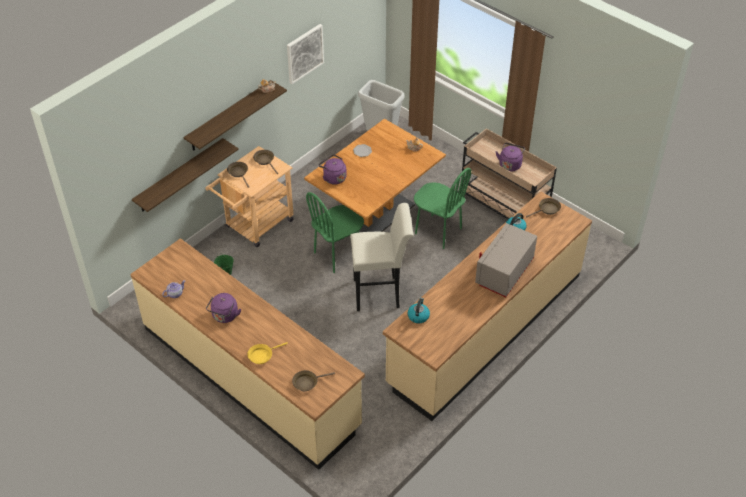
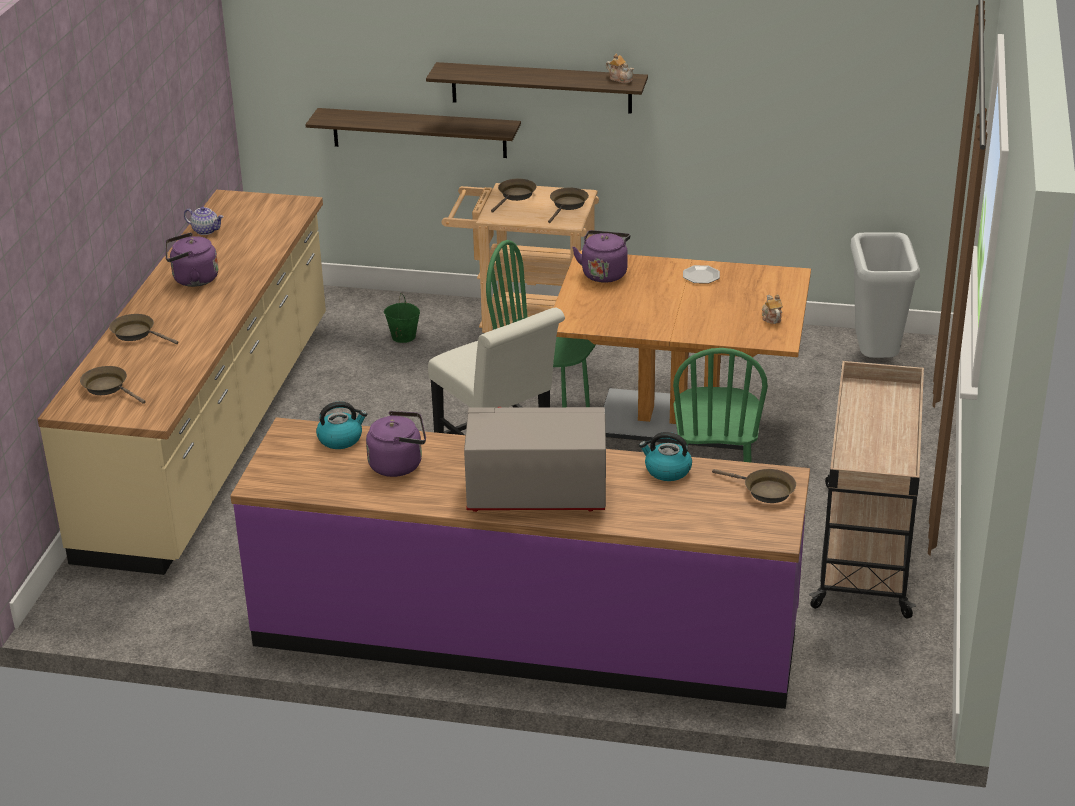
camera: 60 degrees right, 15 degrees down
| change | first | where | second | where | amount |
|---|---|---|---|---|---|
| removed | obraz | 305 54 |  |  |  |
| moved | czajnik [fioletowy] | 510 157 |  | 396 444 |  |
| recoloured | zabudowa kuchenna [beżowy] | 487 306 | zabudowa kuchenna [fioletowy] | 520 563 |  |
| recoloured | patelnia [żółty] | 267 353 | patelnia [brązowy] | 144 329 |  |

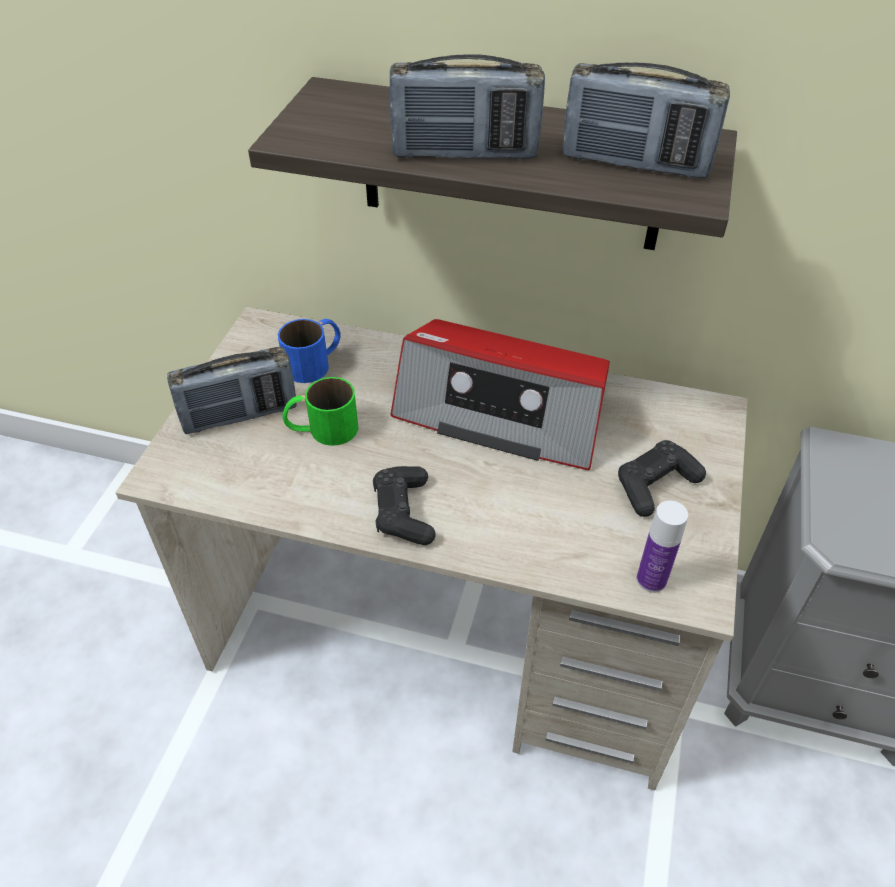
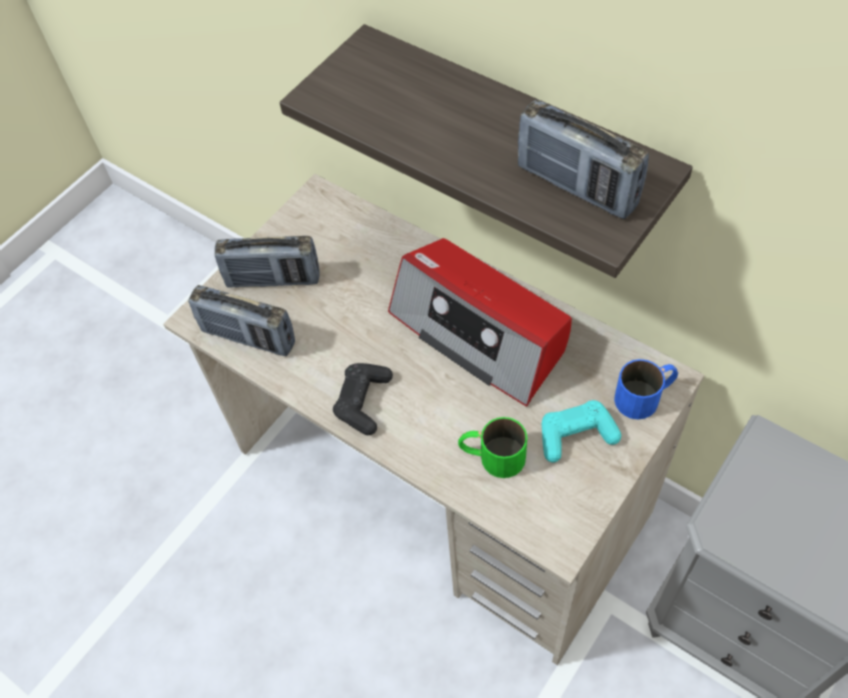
camera: 25 degrees right, 10 degrees up
| change | first | where | second | where | amount |
|---|---|---|---|---|---|
| moved | radio | 467 106 |  | 241 320 |  |
| moved | kubek [niebieski] | 309 351 |  | 646 389 |  |
| moved | kubek [zielony] | 320 411 |  | 492 447 |  |
| recoloured | pad do gier [czarny] | 662 478 | pad do gier [turkusowy] | 581 431 |  |
| removed | butelka | 662 547 |  |  |  |

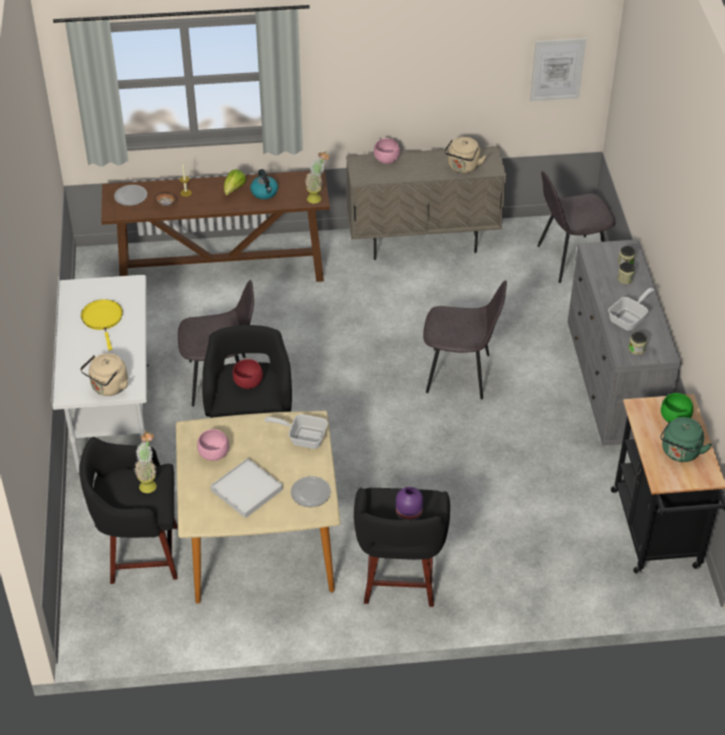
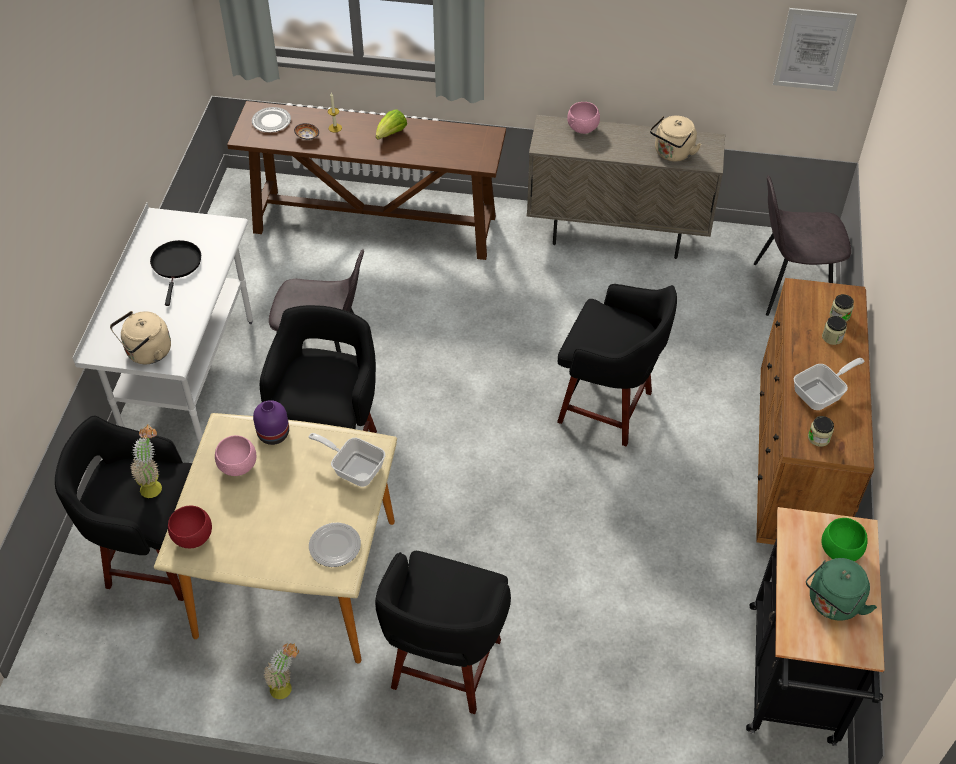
camera: 15 degrees right, 5 degrees up
| change | first | where | second | where | amount |
|---|---|---|---|---|---|
| moved | roślina doniczkowa | 317 177 |  | 281 671 |  |
| removed | czajnik | 264 184 |  |  |  |
| recoloured | komoda [szary] | 624 342 | komoda [brązowy] | 815 411 |  |
| replaced | krzesło [szary] | 465 340 | stołek [czarny] | 617 365 |  |
| recoloured | patelnia [żółty] | 102 324 | patelnia [czarny] | 175 273 |  |
| moved | miska [czerwony] | 248 374 |  | 190 527 |  |
| removed | taca [biały] | 246 488 |  |  |  |
| moved | wazon [fioletowy] | 409 503 |  | 271 422 |  |

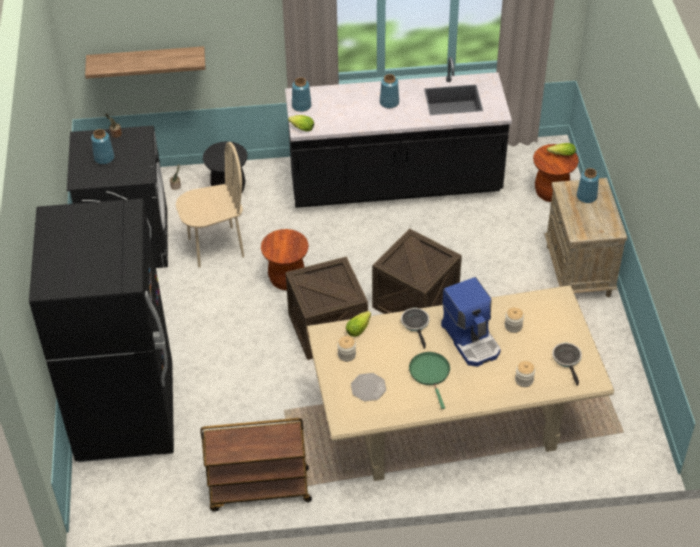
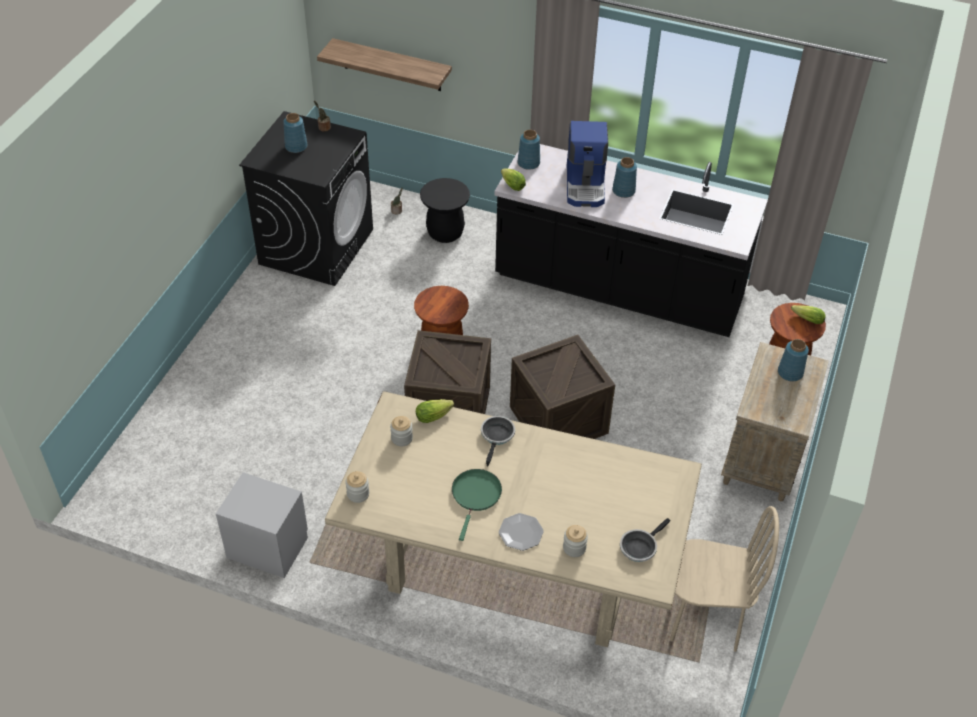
camera: 25 degrees right, 0 degrees up
| change | first | where | second | where | amount |
|---|---|---|---|---|---|
| moved | krzesło [beżowy] | 210 205 |  | 724 579 |  |
| removed | lodówka [czarny] | 101 330 |  |  |  |
| moved | ekspres do kawy | 471 322 |  | 587 164 |  |
| moved | słoik | 514 320 |  | 357 487 |  |
| turned | patelnia | 567 364 |  | 645 540 | 150 degrees counterclockwise |
| moved | talerz | 368 387 |  | 521 532 |  |
| replaced | wózek [brązowy] | 256 465 | szafka nocna [szary] | 262 525 |  |

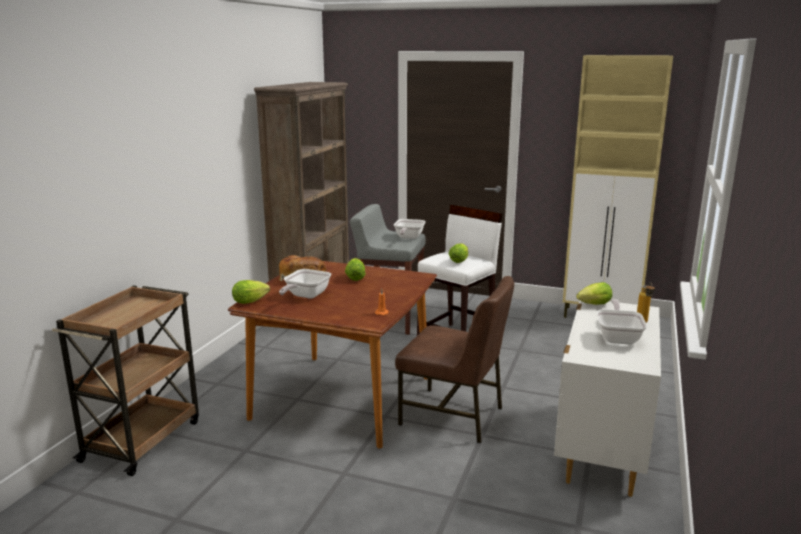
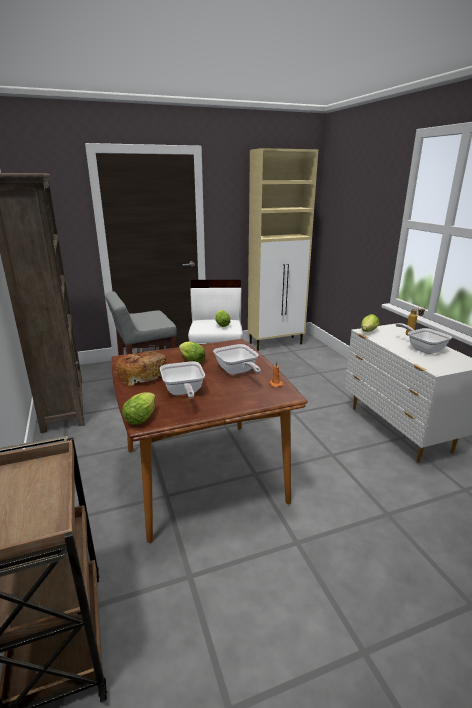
camera: 40 degrees left, 5 degrees up
| change | first | where | second | where | amount |
|---|---|---|---|---|---|
| moved | patelnia | 410 229 |  | 237 359 |  |
| removed | krzesło [brązowy] | 454 359 |  |  |  |

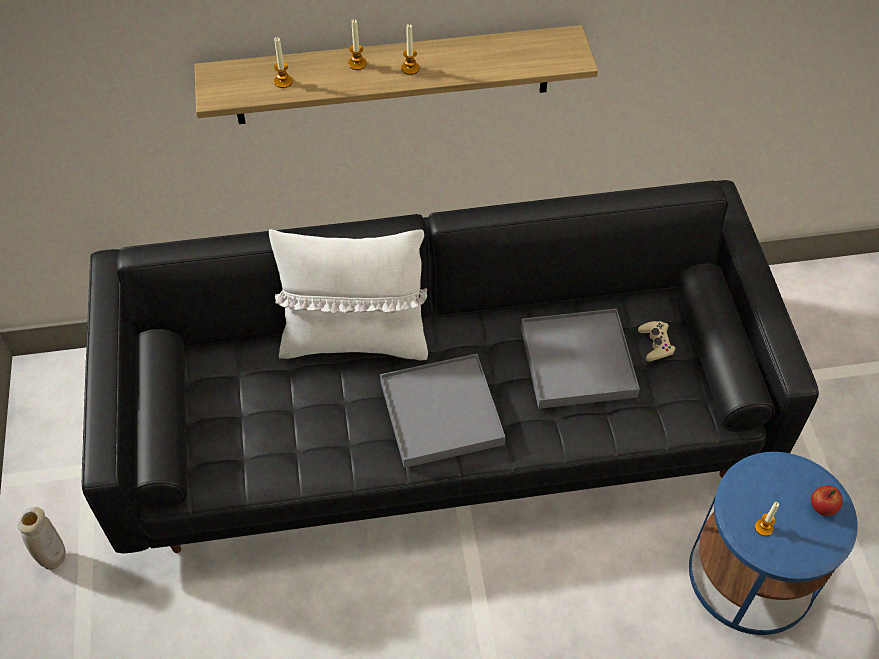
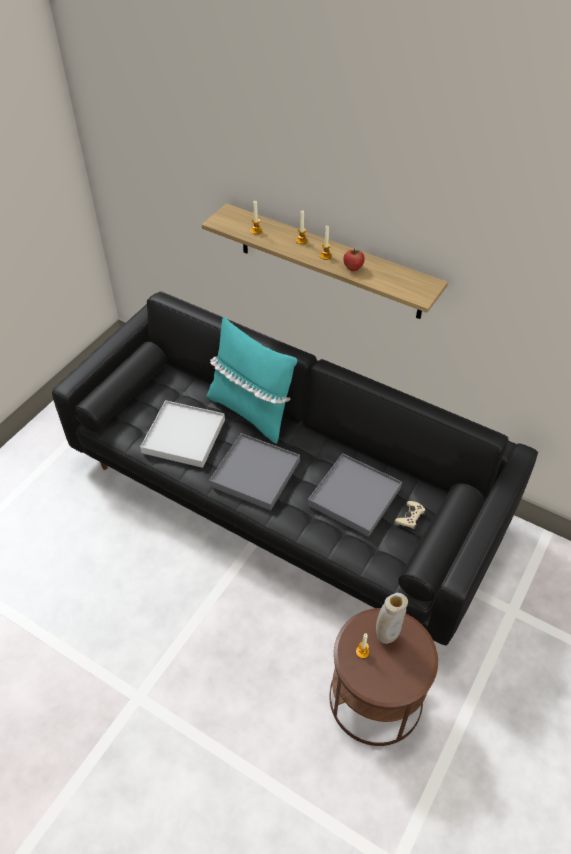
camera: 40 degrees right, 5 degrees down
| change | first | where | second | where | amount |
|---|---|---|---|---|---|
| recoloured | poduszka [biały] | 348 295 | poduszka [turkusowy] | 251 380 |  |
| recoloured | stolik [niebieski] | 773 543 | stolik [brązowy] | 384 677 |  |
| moved | jabłko | 827 500 |  | 354 260 |  |
| moved | wazon [beżowy] | 41 538 |  | 392 618 |  |
| added |  |  | taca [biały] | 182 434 |  |

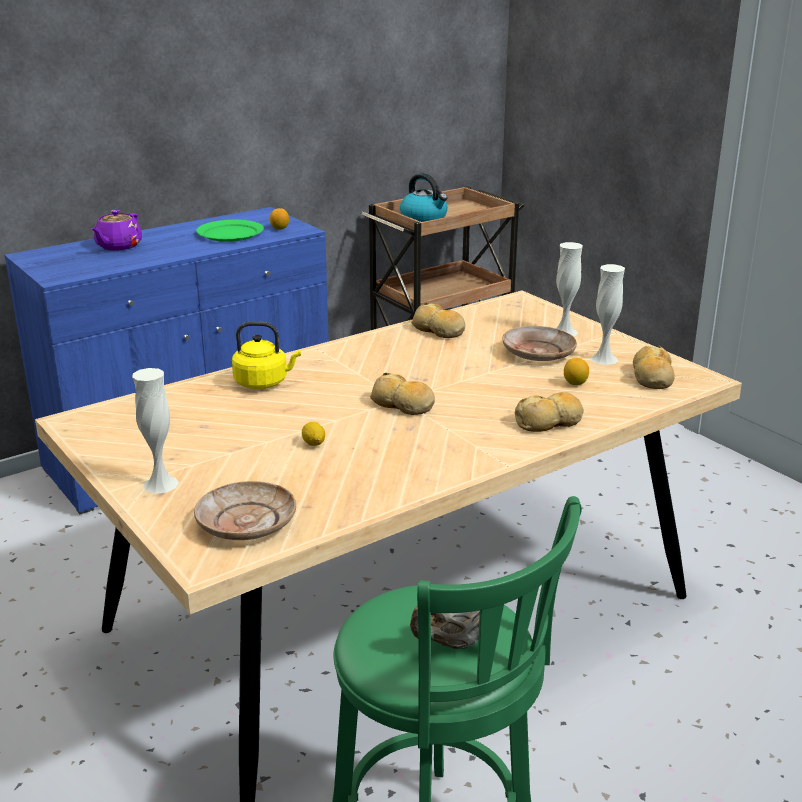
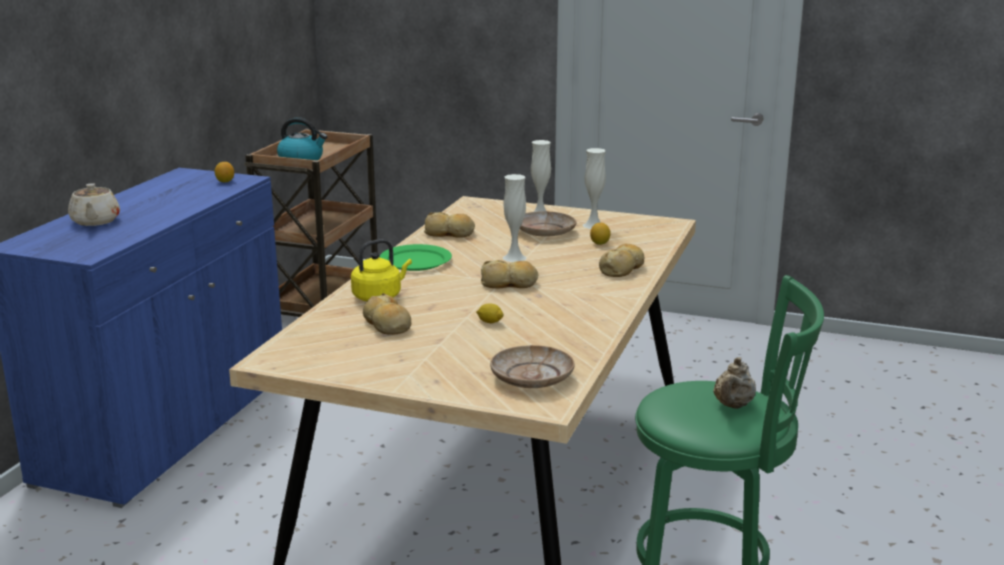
camera: 35 degrees left, 5 degrees down
| change | first | where | second | where | amount |
|---|---|---|---|---|---|
| recoloured | imbryk [fioletowy] | 116 230 | imbryk [beżowy] | 94 204 |  |
| moved | talerz [zielony] | 230 231 |  | 416 257 |  |
| moved | chleb | 654 367 |  | 387 314 |  |
| moved | wazon [biały] | 155 431 |  | 515 218 |  |

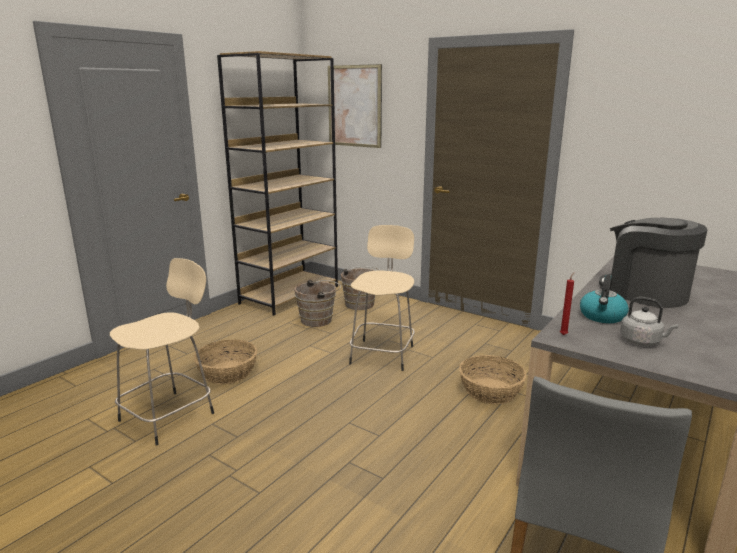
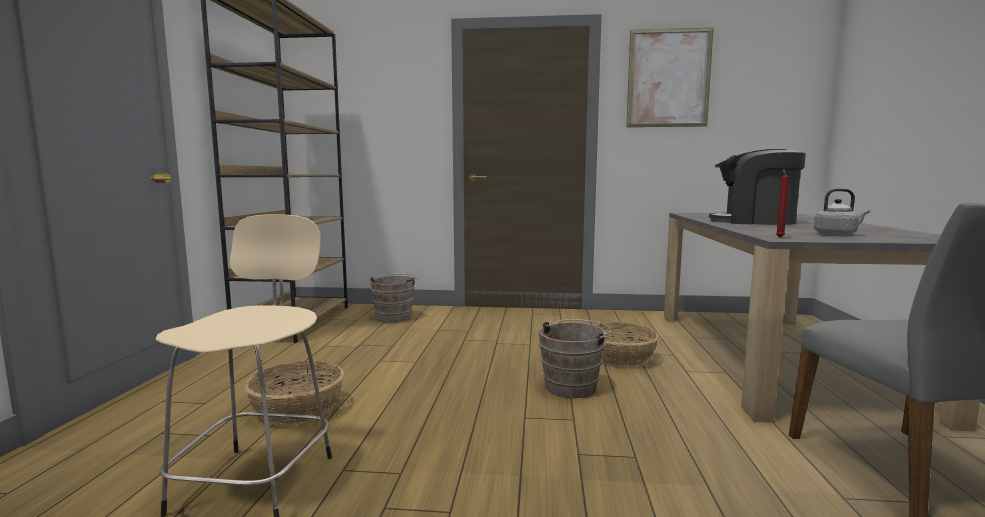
camera: 30 degrees left, 10 degrees down
| change | first | where | second | where | amount |
|---|---|---|---|---|---|
| moved | obraz | 355 106 |  | 670 77 |  |
| removed | stołek [beżowy] | 382 298 |  |  |  |
| removed | czajnik | 604 299 |  |  |  |
| moved | wiadro [brązowy] | 317 303 |  | 575 358 |  |

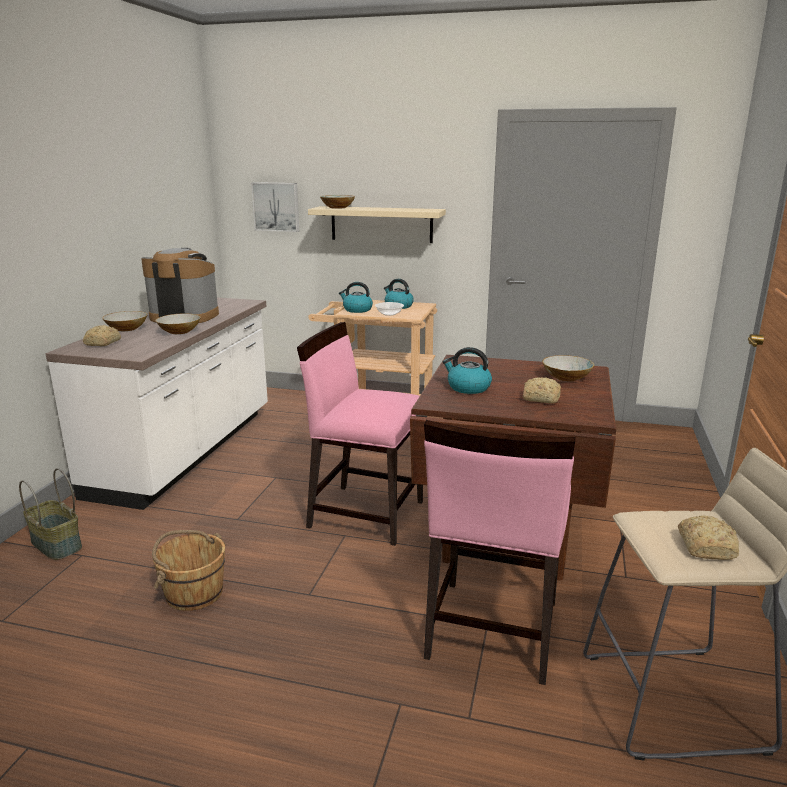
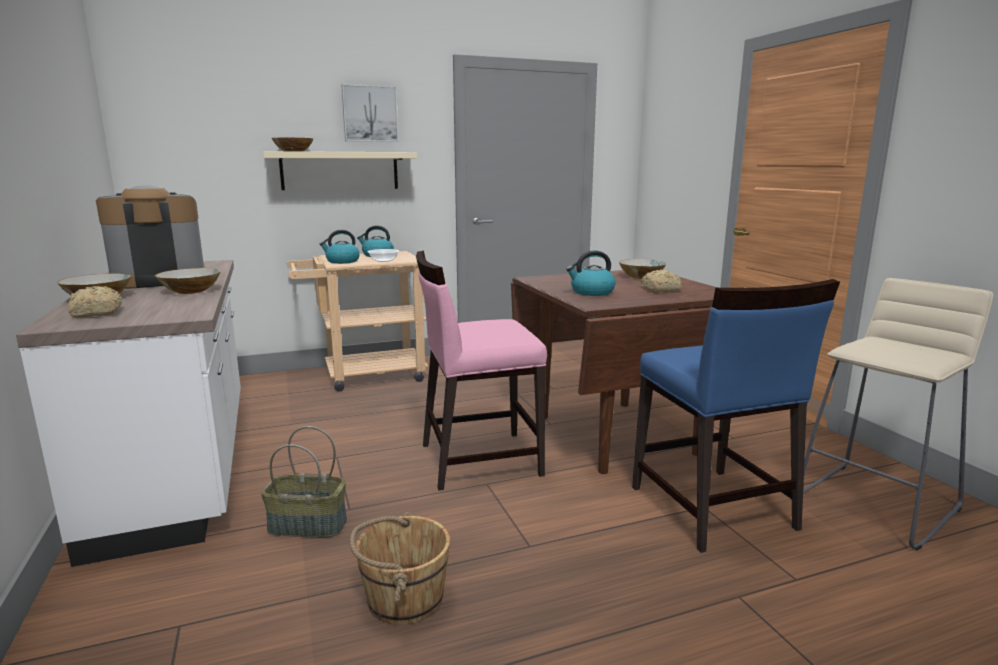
camera: 35 degrees left, 5 degrees down
| change | first | where | second | where | amount |
|---|---|---|---|---|---|
| moved | obraz | 275 207 |  | 370 113 |  |
| recoloured | krzesło [różowy] | 499 552 | krzesło [niebieski] | 736 416 |  |
| moved | koszyk | 50 514 |  | 304 482 |  |
| removed | chleb | 708 537 |  |  |  |

